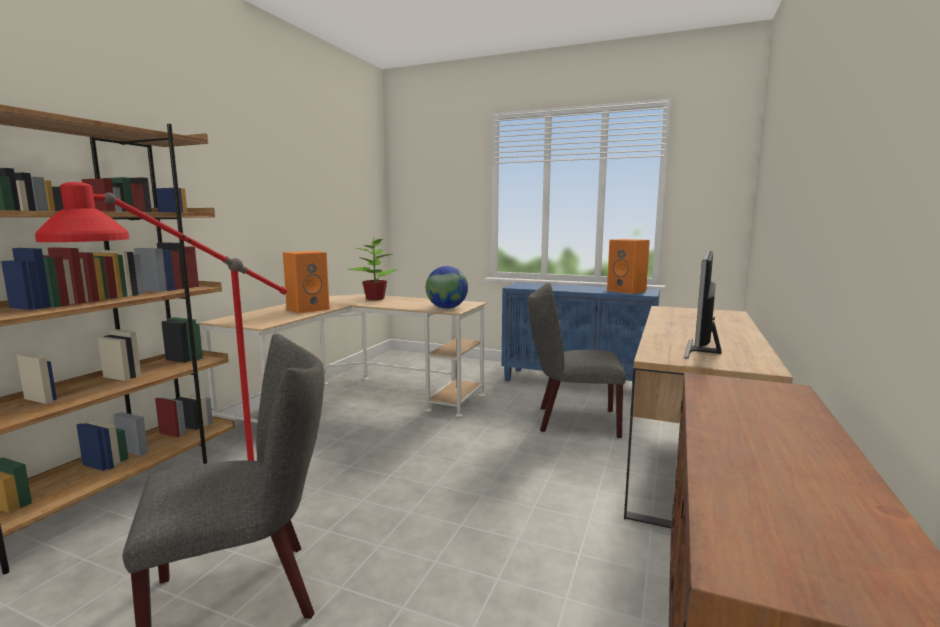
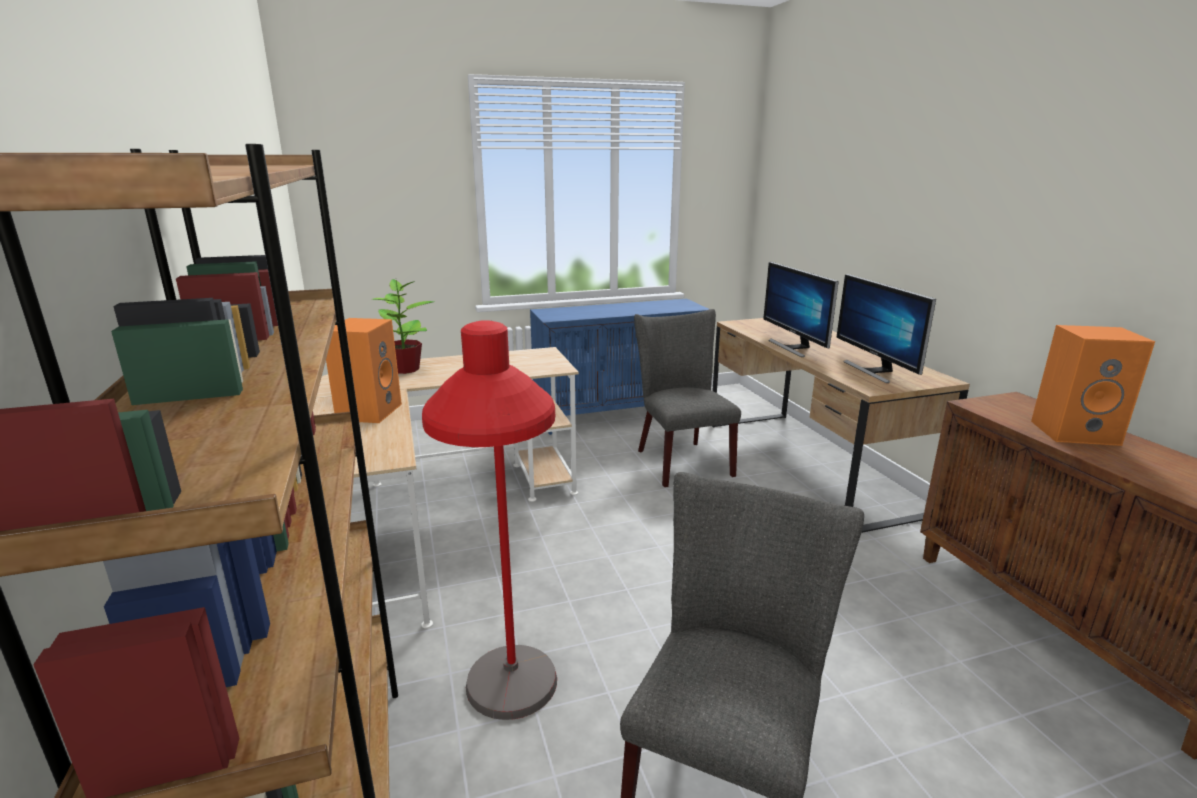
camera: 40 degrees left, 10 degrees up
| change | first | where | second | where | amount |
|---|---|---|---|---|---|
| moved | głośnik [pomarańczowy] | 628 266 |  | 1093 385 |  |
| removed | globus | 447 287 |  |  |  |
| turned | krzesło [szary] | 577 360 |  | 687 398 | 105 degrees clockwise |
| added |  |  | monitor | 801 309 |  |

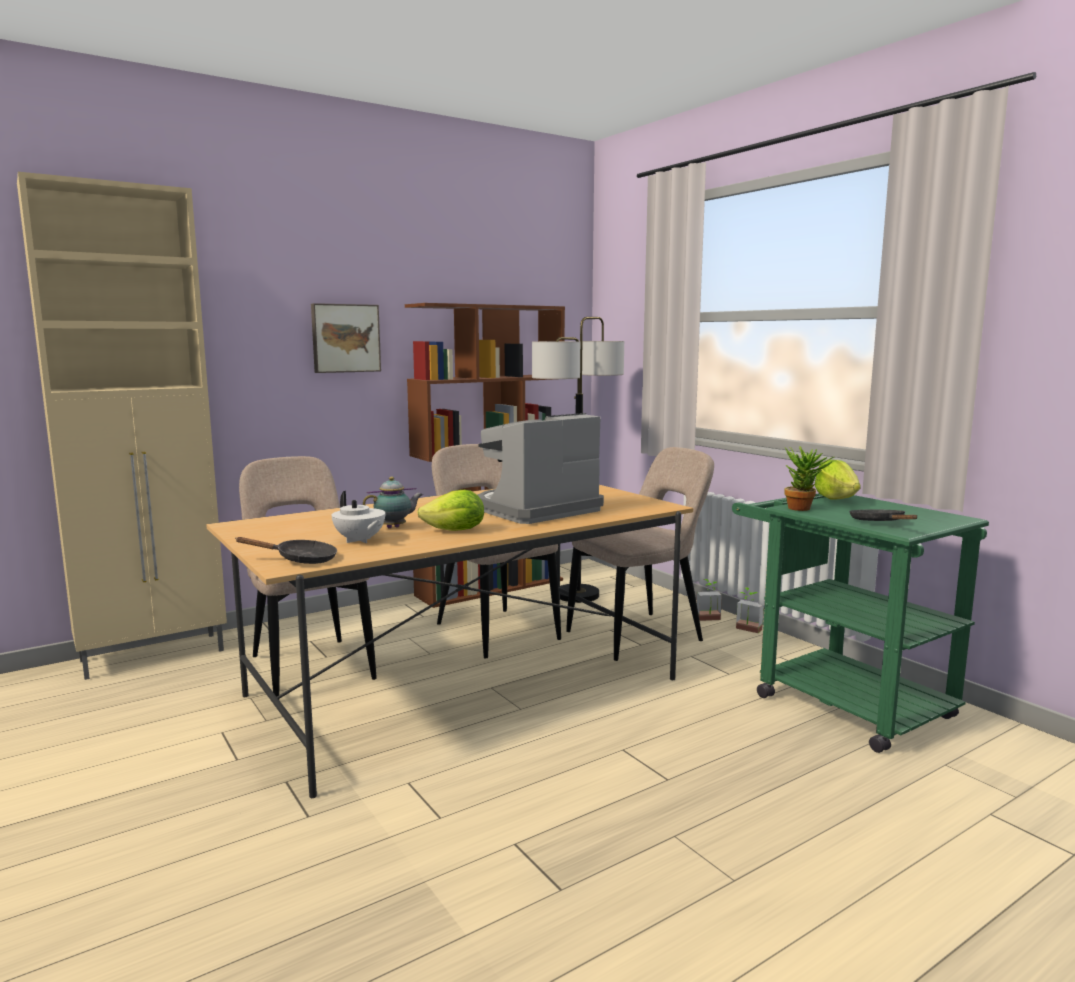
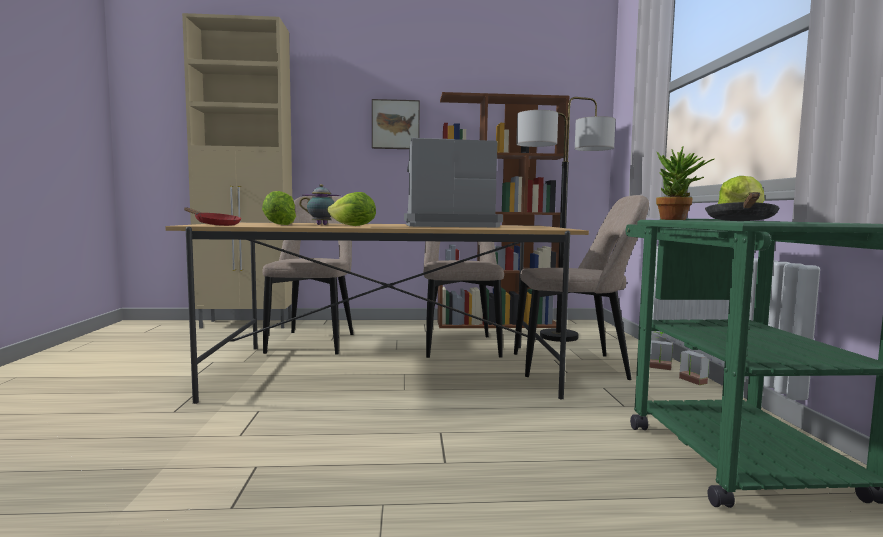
camera: 30 degrees right, 5 degrees down
| change | first | where | second | where | amount |
|---|---|---|---|---|---|
| replaced | imbryk [biały] | 358 517 | sałata | 279 208 |  |
| recoloured | patelnia [czarny] | 286 550 | patelnia [czerwony] | 212 216 |  |

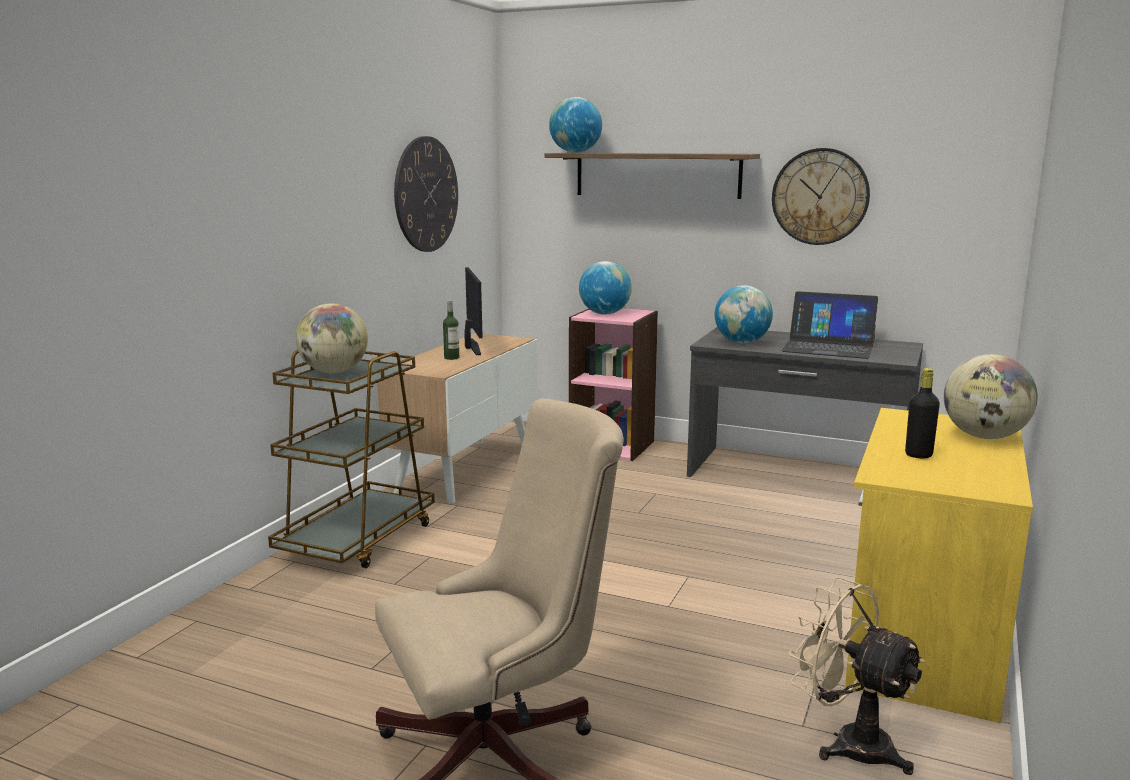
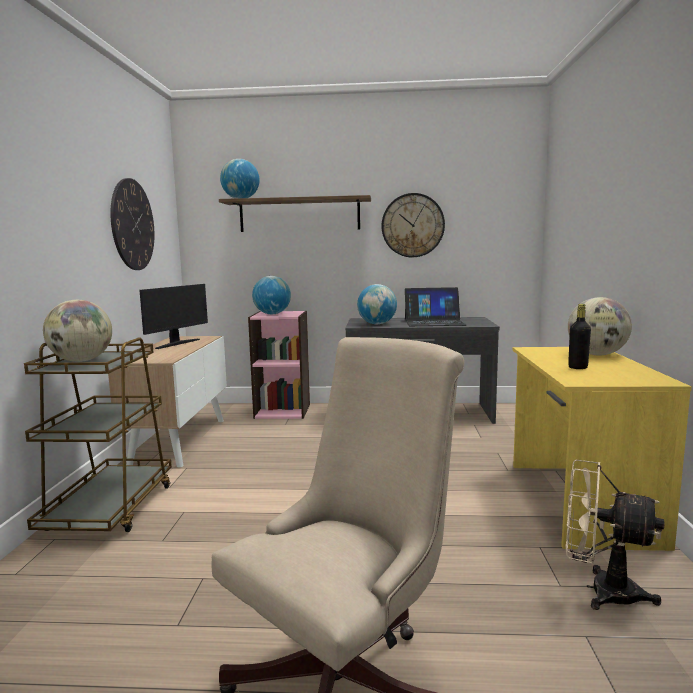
camera: 20 degrees left, 5 degrees down
| change | first | where | second | where | amount |
|---|---|---|---|---|---|
| turned | monitor | 473 311 |  | 174 316 | 60 degrees clockwise |
| removed | butelka | 451 330 |  |  |  |

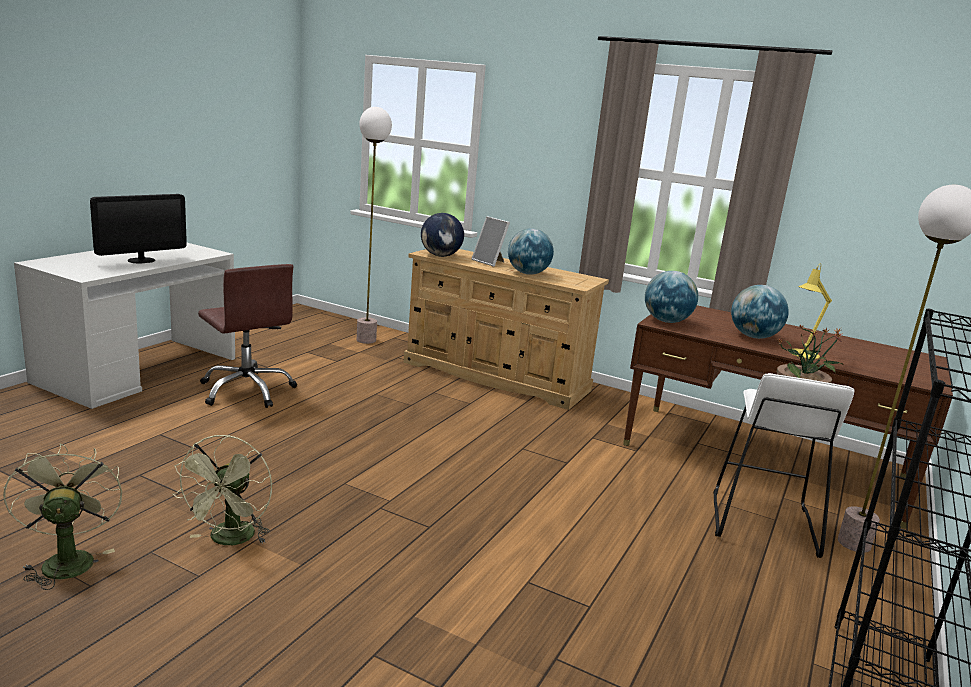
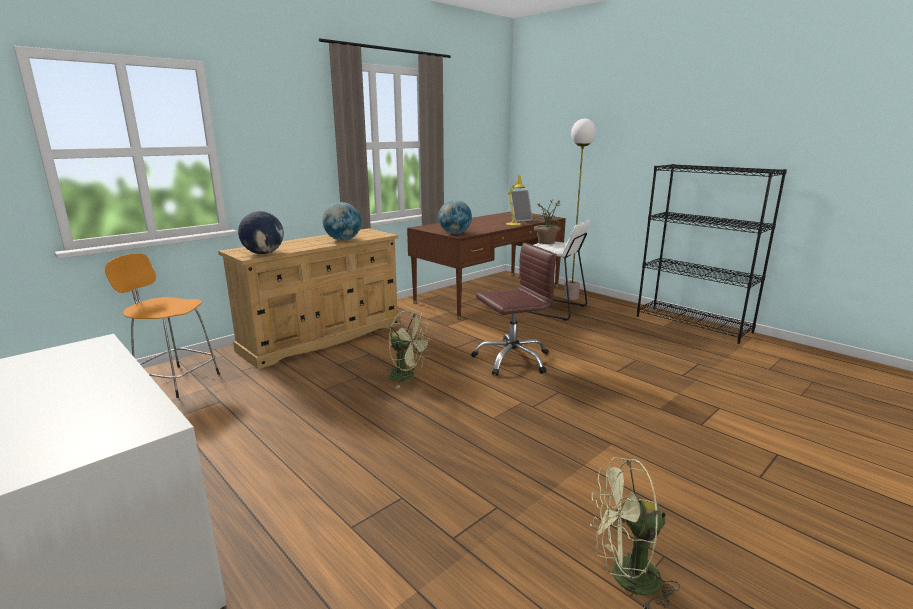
camera: 70 degrees left, 0 degrees up
| change | first | where | second | where | amount |
|---|---|---|---|---|---|
| replaced | lampa stojąca | 374 225 | stołek [pomarańczowy] | 162 325 |  |
| removed | monitor | 138 229 |  |  |  |
| moved | ramka na zdjęcie | 490 241 |  | 521 206 |  |
| moved | krzesło biurowe [brązowy] | 247 336 |  | 514 309 |  |
| removed | globus | 760 312 |  |  |  |
| moved | wentylator [zielony] | 222 490 |  | 410 349 |  |

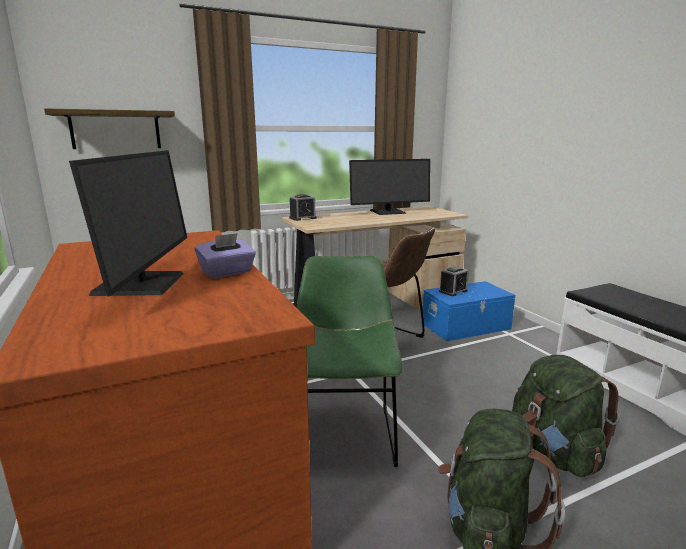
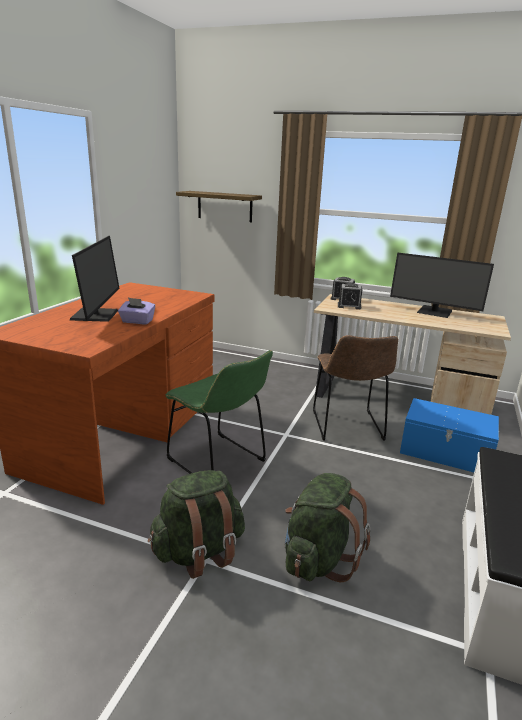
camera: 45 degrees right, 5 degrees up
| change | first | where | second | where | amount |
|---|---|---|---|---|---|
| turned | monitor | 128 223 |  | 95 279 | 45 degrees counterclockwise |
| turned | krzesło [zielony] | 349 361 |  | 219 412 | 90 degrees clockwise |
| moved | budzik | 454 281 |  | 350 296 |  |

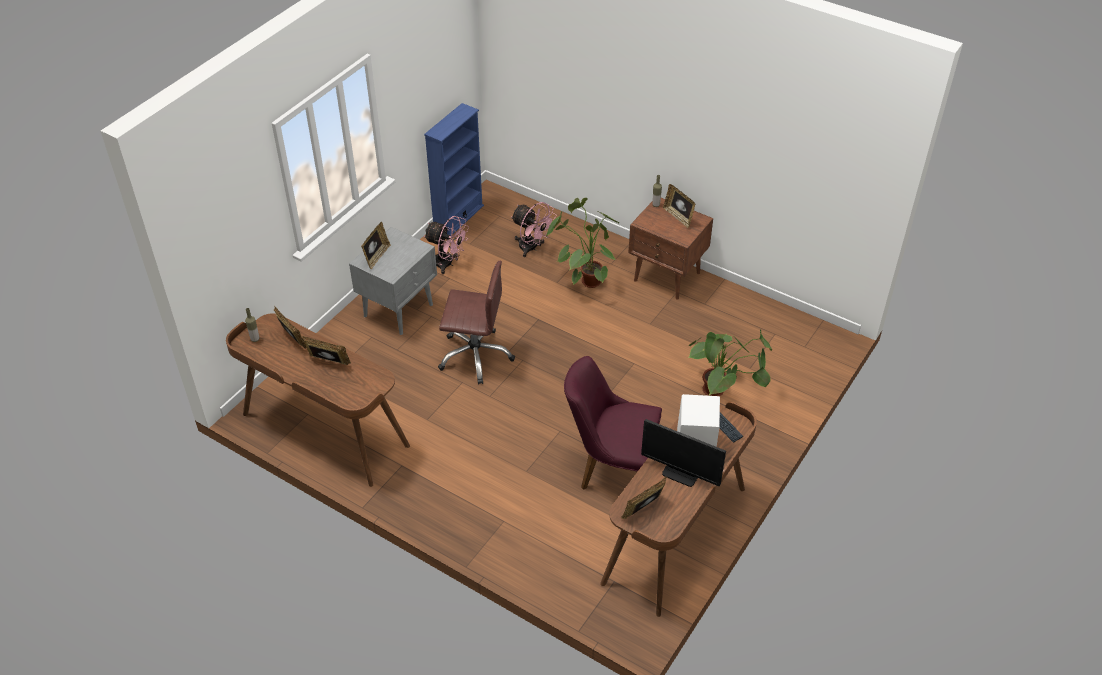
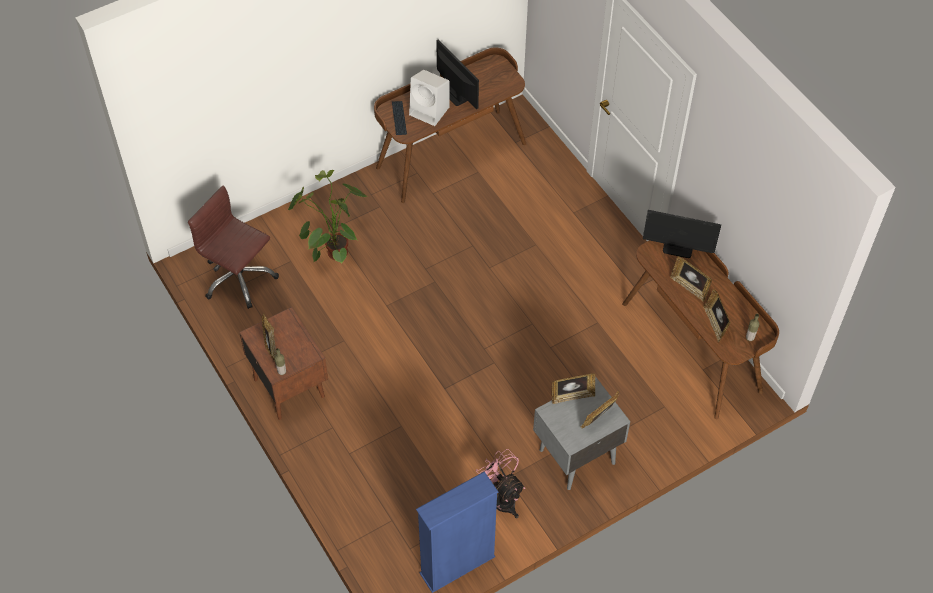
camera: 155 degrees left, 10 degrees up
| change | first | where | second | where | amount |
|---|---|---|---|---|---|
| removed | roślina doniczkowa | 583 243 |  |  |  |
| removed | wentylator [różowy] | 534 229 |  |  |  |
| moved | krzesło biurowe [brązowy] | 476 322 |  | 233 247 |  |
| removed | krzesło [fioletowy] | 613 423 |  |  |  |
| moved | ramka na zdjęcie | 643 497 |  | 574 388 |  |
| added |  |  | monitor | 682 234 |  |

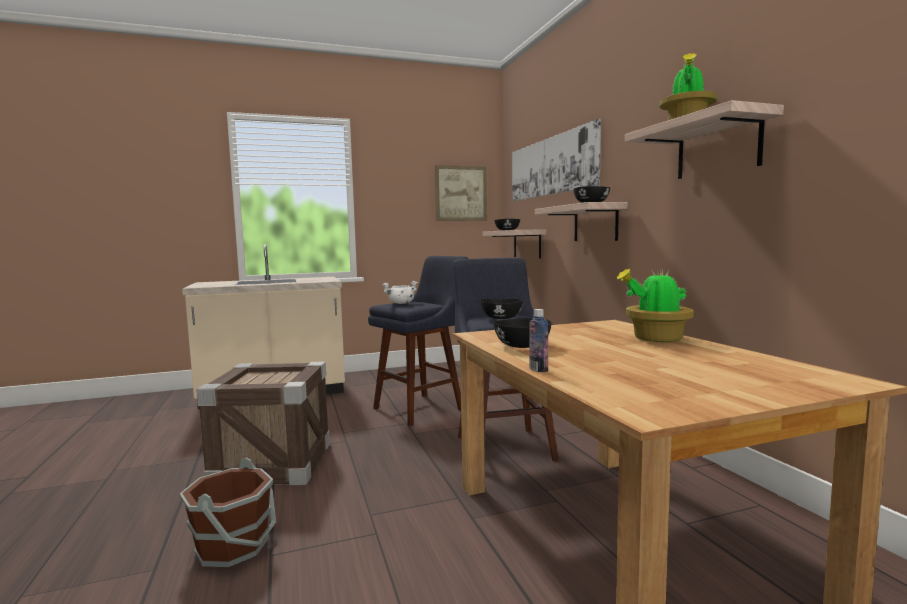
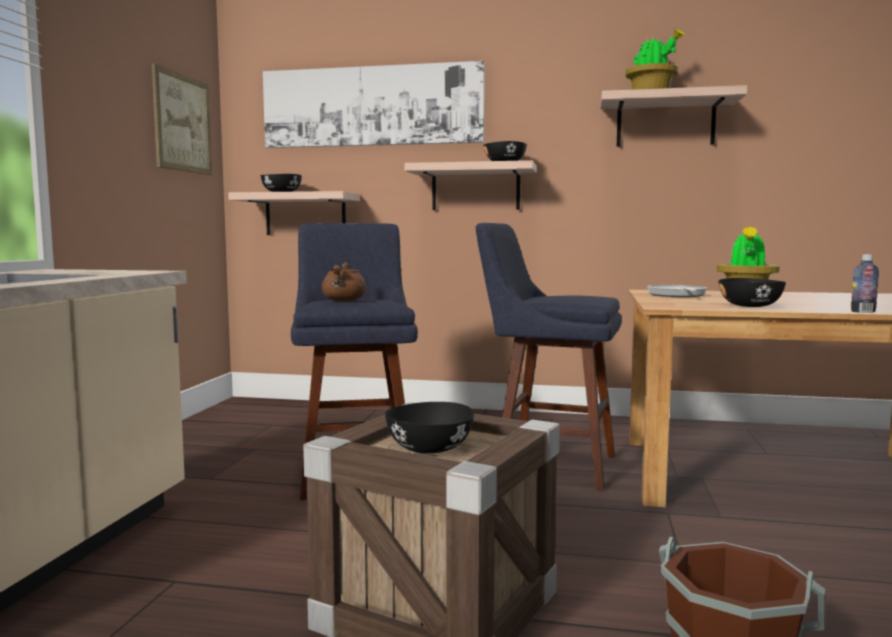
camera: 60 degrees left, 0 degrees up
| change | first | where | second | where | amount |
|---|---|---|---|---|---|
| recoloured | garnek [biały] | 400 292 | garnek [brązowy] | 344 281 |  |
| moved | miska [czarny] | 502 309 |  | 429 427 |  |
| added |  |  | patelnia | 677 291 |  |

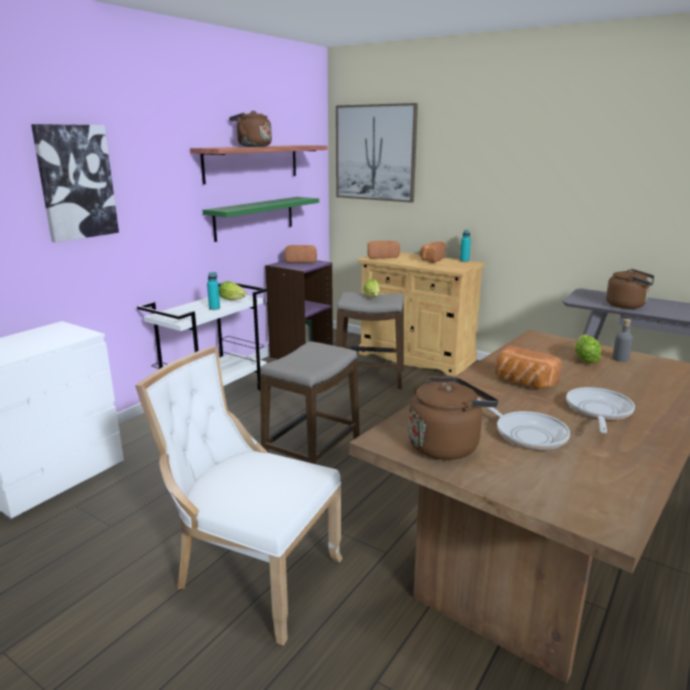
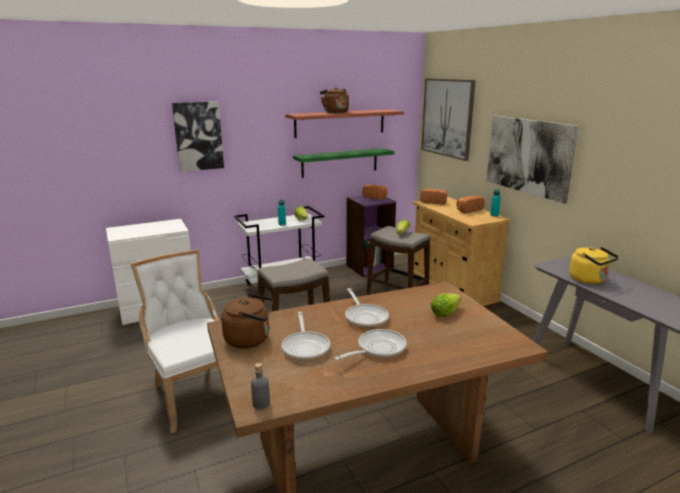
camera: 30 degrees right, 0 degrees up
| change | first | where | second | where | amount |
|---|---|---|---|---|---|
| recoloured | czajnik [brązowy] | 630 289 | czajnik [żółty] | 594 265 |  |
| moved | butelka [szary] | 622 340 |  | 260 386 |  |
| replaced | chleb | 528 367 | patelnia | 367 308 |  |
| added |  |  | obraz | 532 160 |  |

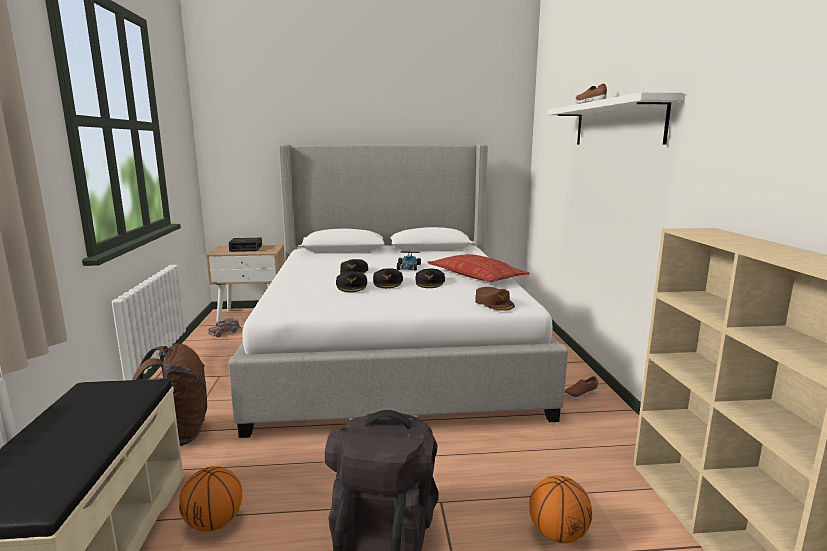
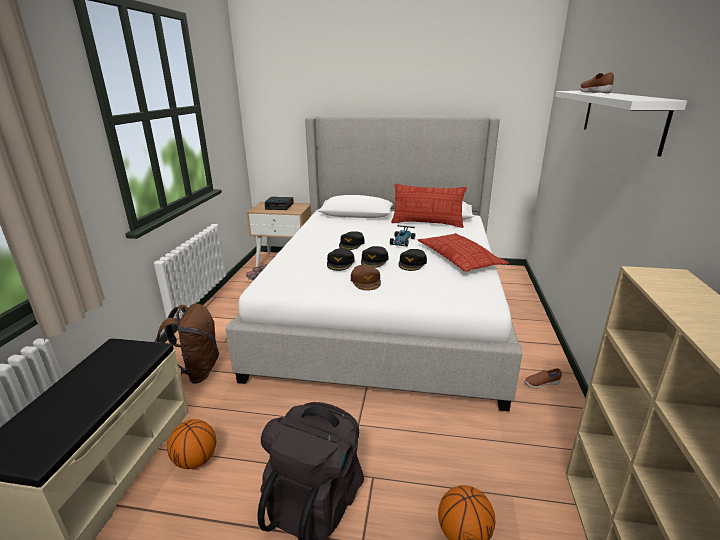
camera: 15 degrees right, 10 degrees up
| change | first | where | second | where | amount |
|---|---|---|---|---|---|
| moved | czapka z daszkiem [brązowy] | 495 299 |  | 366 277 |  |
| added |  |  | poduszka | 429 206 |  |

